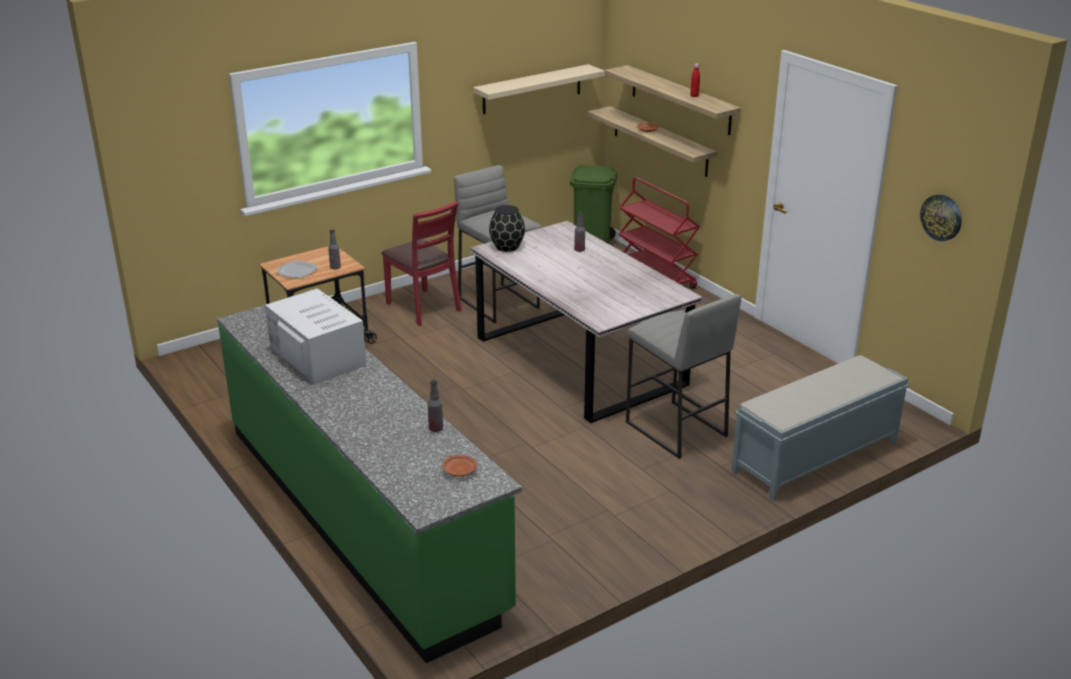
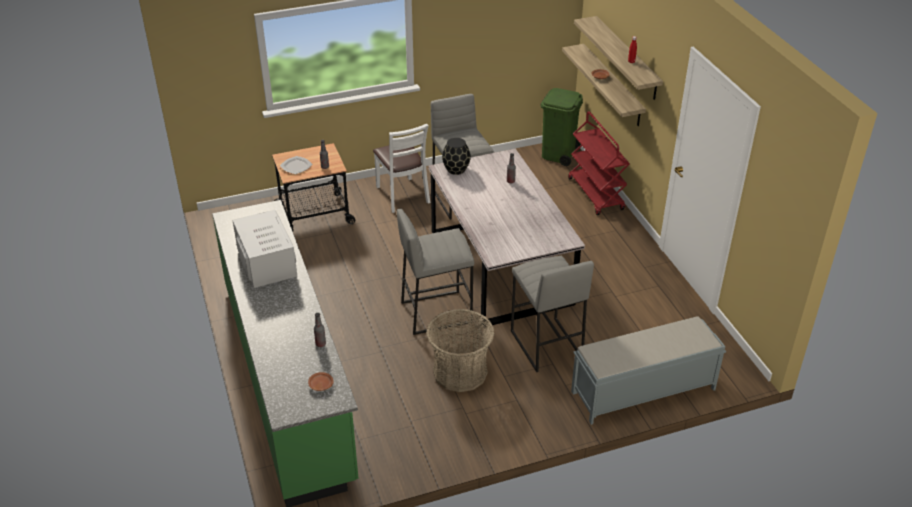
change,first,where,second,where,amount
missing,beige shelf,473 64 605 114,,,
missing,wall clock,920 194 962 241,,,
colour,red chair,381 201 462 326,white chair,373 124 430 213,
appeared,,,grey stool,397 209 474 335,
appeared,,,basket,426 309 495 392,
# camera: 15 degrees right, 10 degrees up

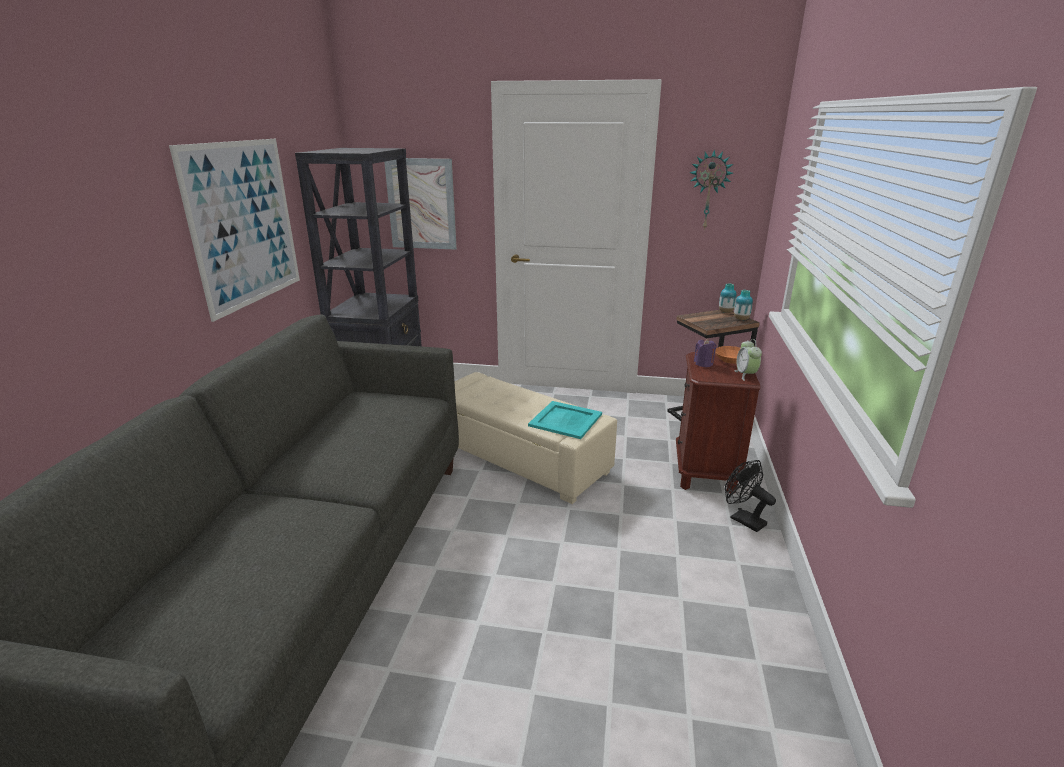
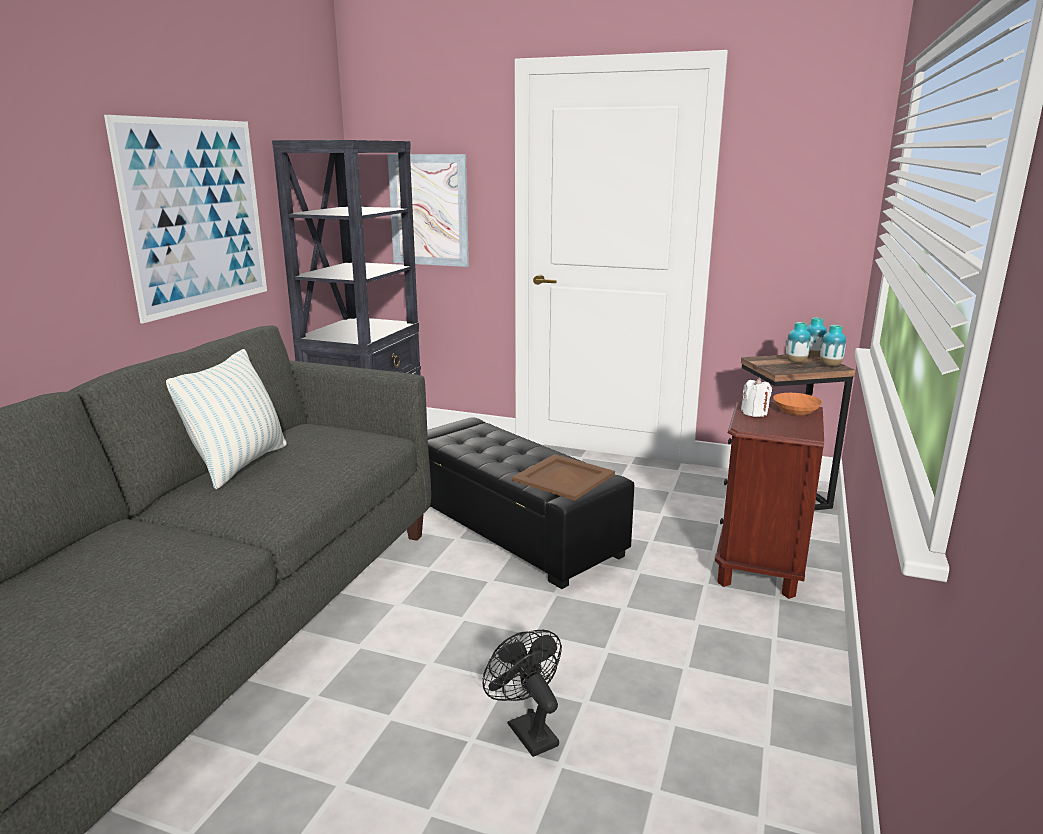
change,first,where,second,where,amount
missing,wall clock,689 149 733 231,,,
colour,purple candle,693 339 717 367,white candle,741 378 772 417,
missing,alarm clock,734 339 762 381,,,
colour,beige ottoman,454 372 617 504,black ottoman,427 417 634 589,
colour,turquoise tray,528 401 602 439,brown tray,512 454 615 501,
relocated,black fan,725 460 776 532,,482 630 562 757,
appeared,,,vase,786 322 811 363,
appeared,,,pillow,166 349 287 489,
# camera: 10 degrees right, 5 degrees down

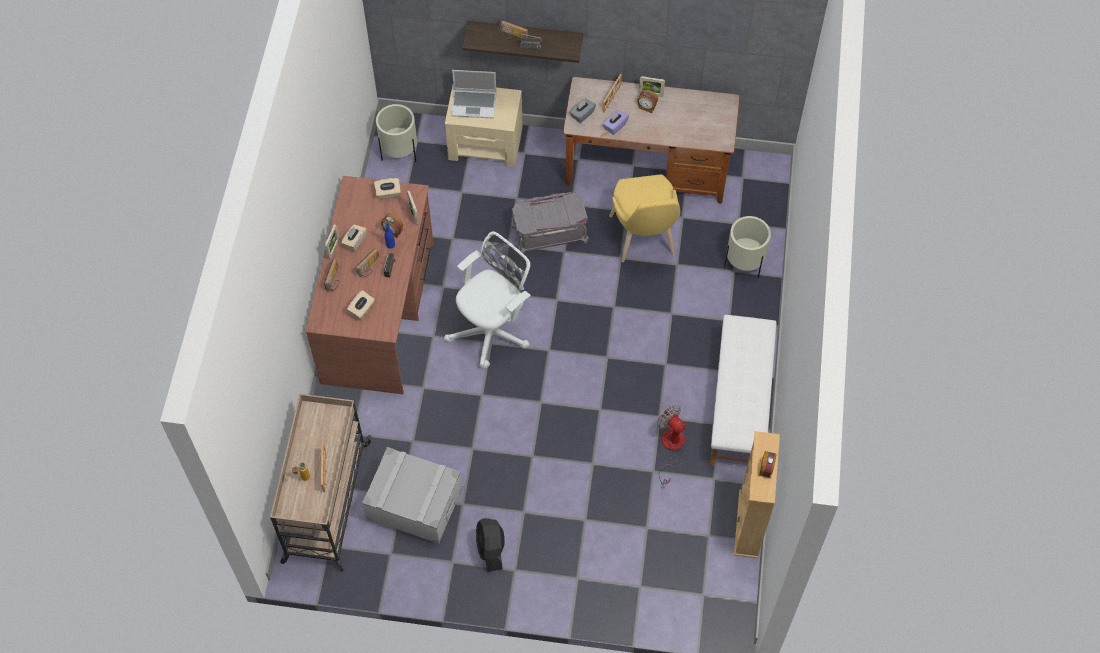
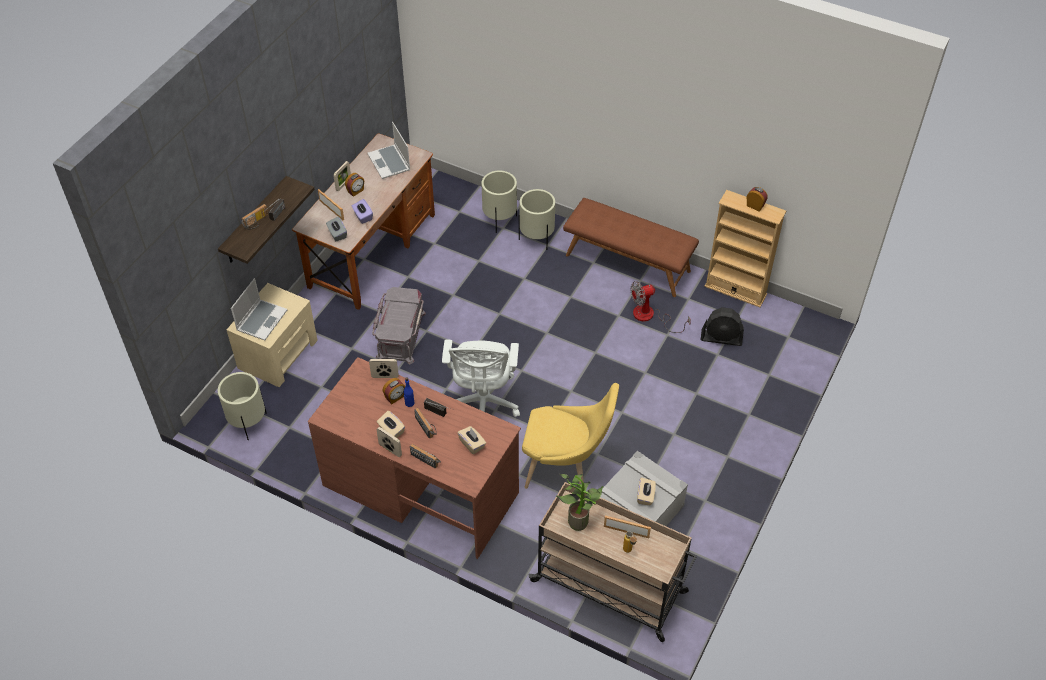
change,first,where,second,where,amount
relocated,yellow chair,609 174 680 263,,522 383 619 489,
relocated,beige tissue box,374 178 401 199,,637 477 656 505,
spun,white office chair,444 231 531 369,,442 339 520 417,150 degrees counterclockwise
colour,white bench,710 315 777 465,brown bench,563 198 699 297,
relocated,black fan,476 518 505 572,,701 307 744 346,
appeared,,,laptop,367 122 410 179,
appeared,,,beige planter,519 189 555 250,
appeared,,,potted plant,556 474 603 531,
# camera: 70 degrees left, 10 degrees down

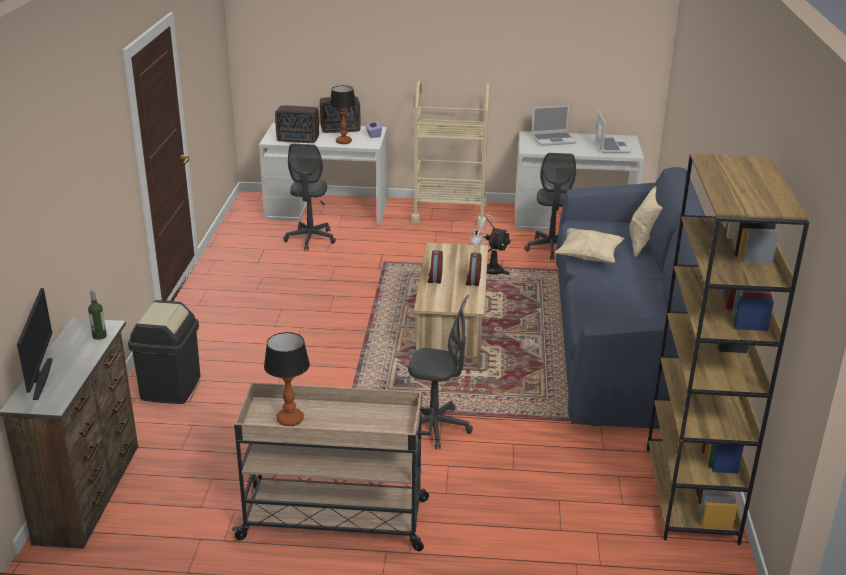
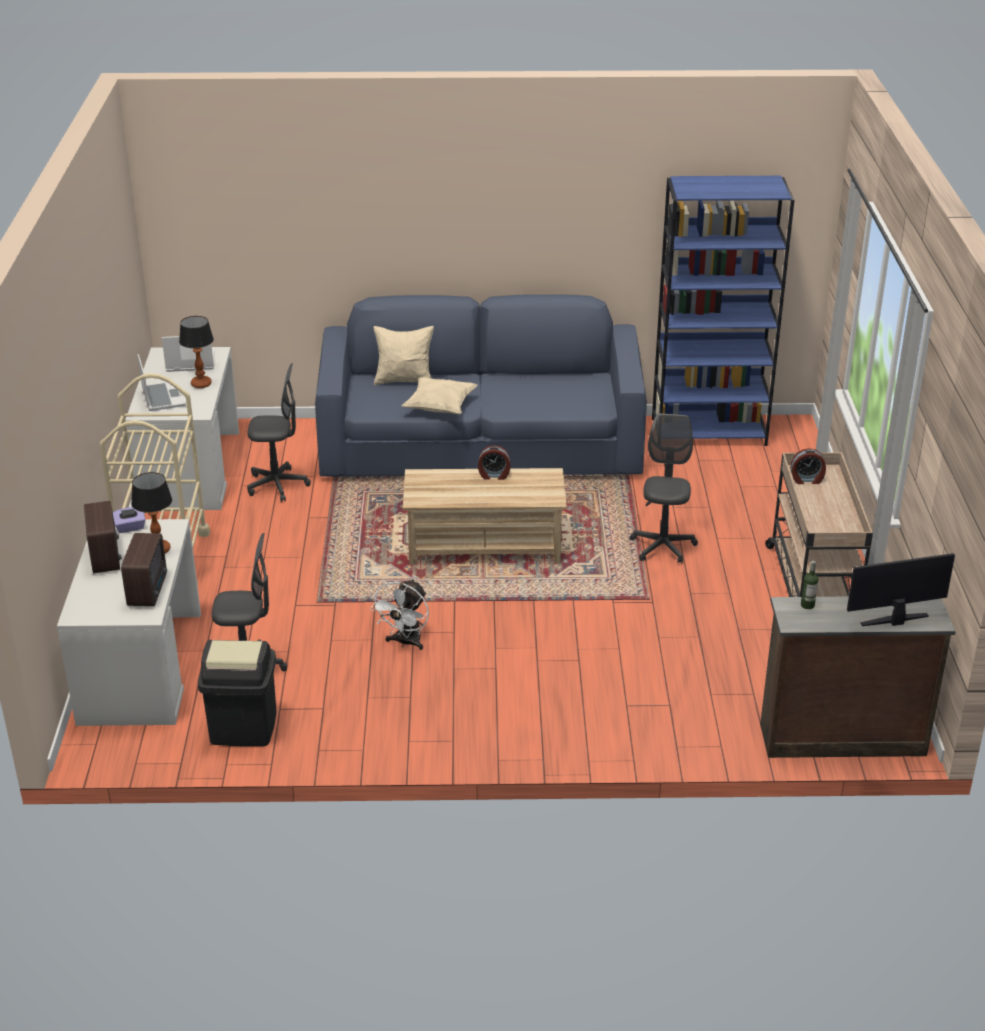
change,first,where,second,where,amount
colour,brown bookcase,647 154 809 545,blue bookcase,652 176 794 446,
relocated,white fan,468 213 511 275,,370 579 429 650,
relocated,alarm clock,428 250 443 283,,790 448 826 484,
relocated,black trash can,128 300 200 404,,198 640 277 746,
relocated,table lamp,264 332 310 426,,179 316 214 388,
# camera: 95 degrees left, 5 degrees up

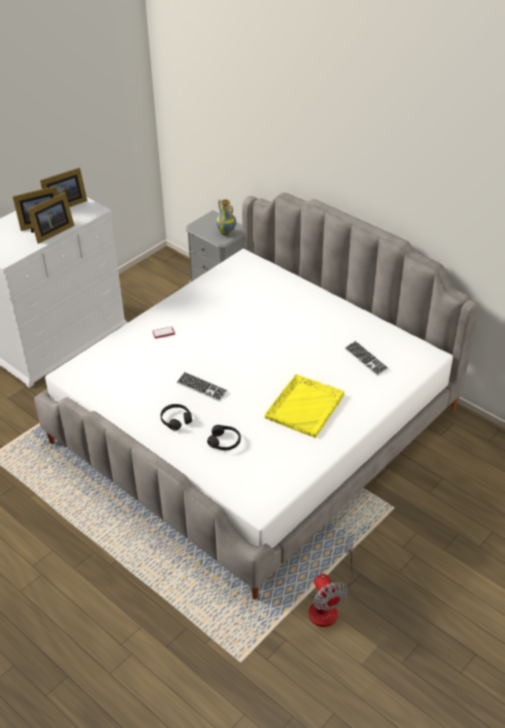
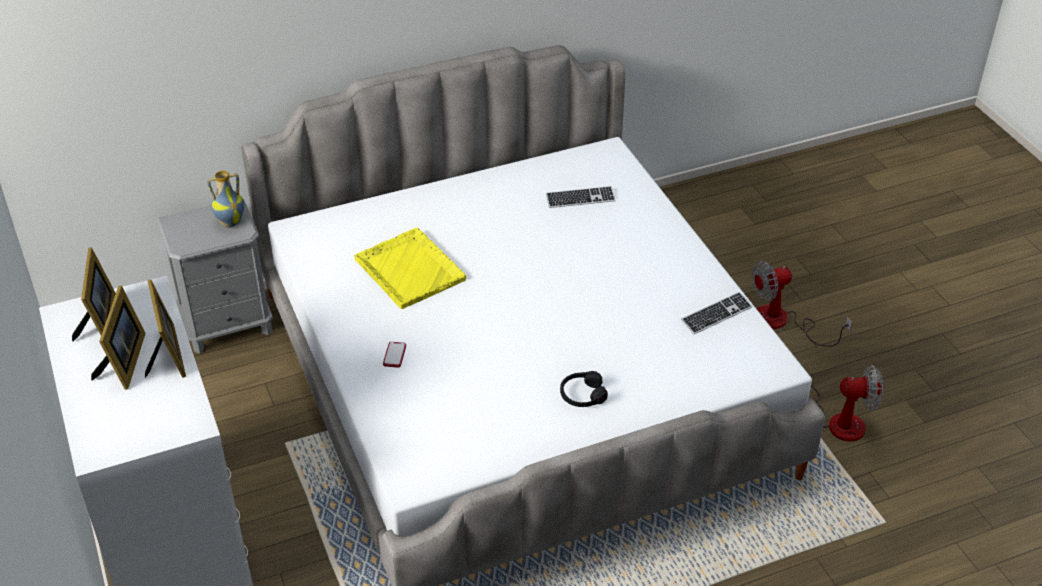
change,first,where,second,where,amount
relocated,keyboard,177 372 228 401,,681 292 752 334,
relocated,yellow tray,265 374 344 438,,354 228 466 309,
missing,black headphones,207 425 241 450,,,
appeared,,,fan,752 260 852 347,
# camera: 65 degrees left, 0 degrees up

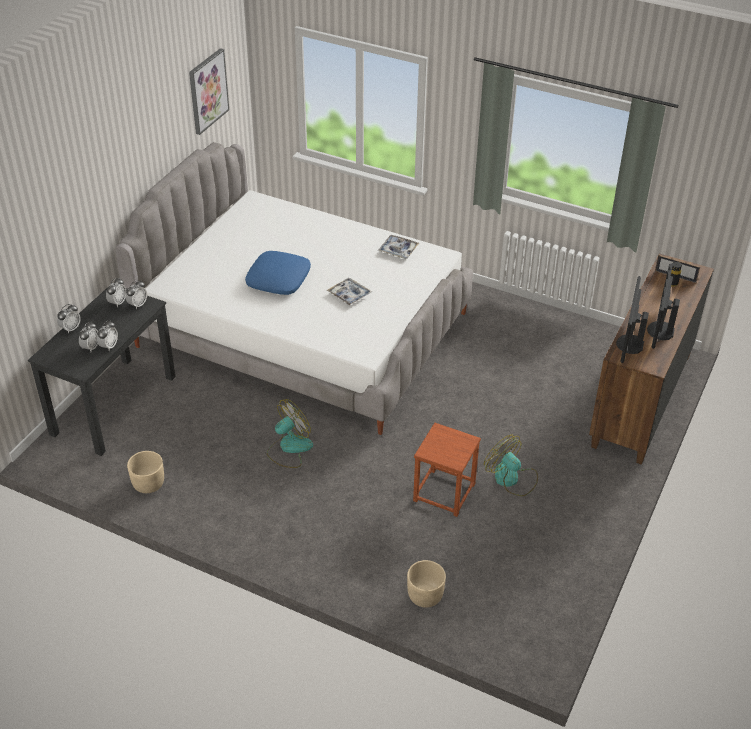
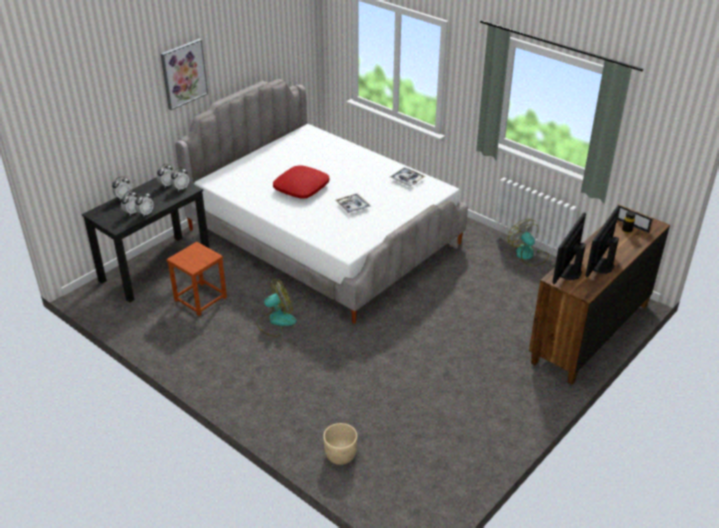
change,first,where,second,where,amount
relocated,picture,189 48 229 135,,161 39 208 110,
colour,blue pillow,245 251 311 295,red pillow,273 165 329 199,
relocated,brown stool,413 423 481 517,,166 242 227 316,
relocated,fan,484 434 538 496,,508 219 549 266,
missing,beige planter,127 451 164 493,,,
# camera: 15 degrees right, 5 degrees down

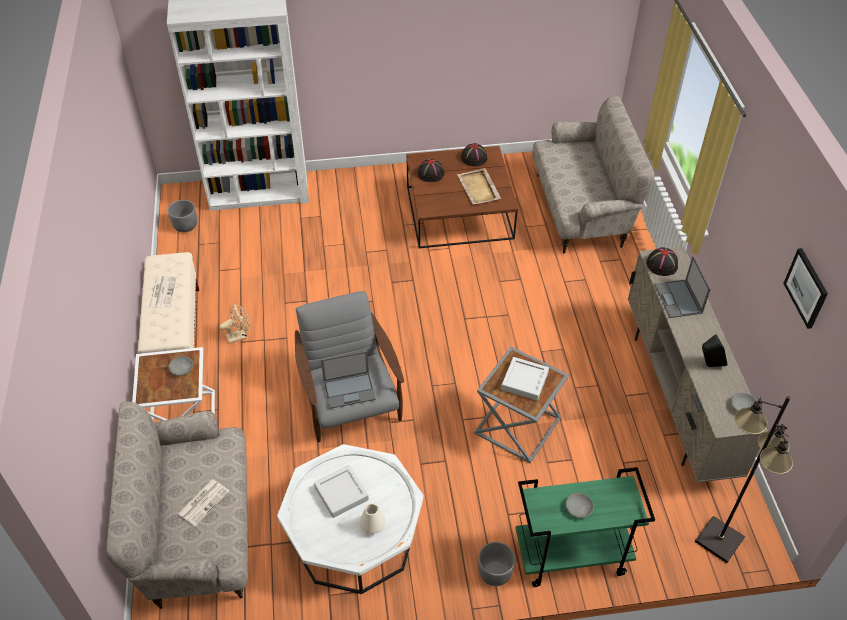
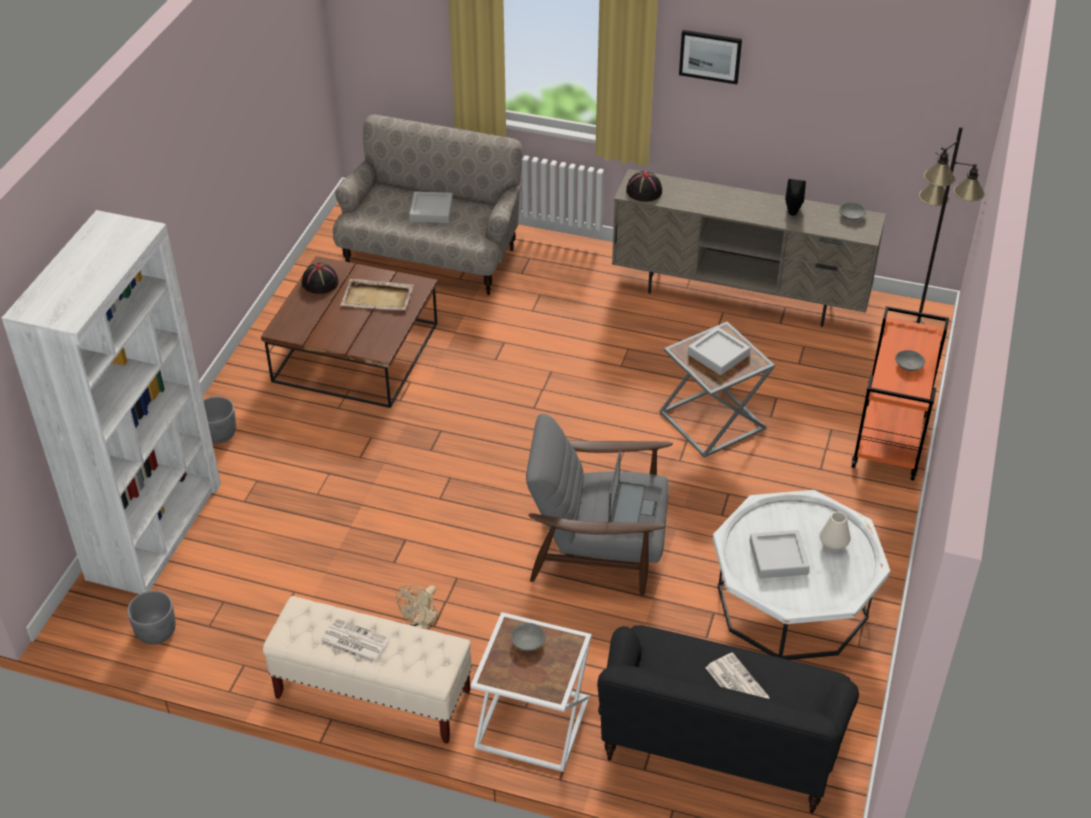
change,first,where,second,where,amount
missing,black hat,418 159 444 182,,,
relocated,picture,783 248 828 329,,679 30 742 84,
missing,laptop,654 256 711 318,,,
spun,beige fan,220 304 250 344,,396 585 438 629,150 degrees counterclockwise
colour,beige sofa,106 401 248 609,black sofa,597 625 859 813,
colour,green cart,515 467 655 587,orange cart,852 306 949 481,
relocated,grey planter,478 542 515 586,,203 396 236 444,
appeared,,,grey tray,409 192 453 223,
# camera: 65 degrees left, 5 degrees down

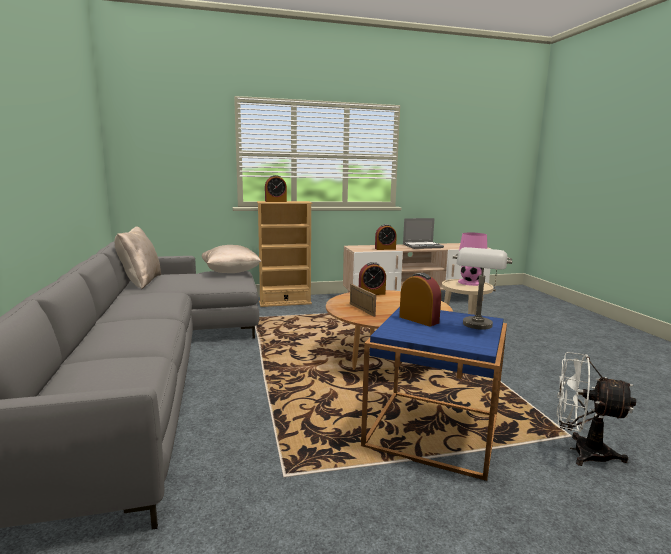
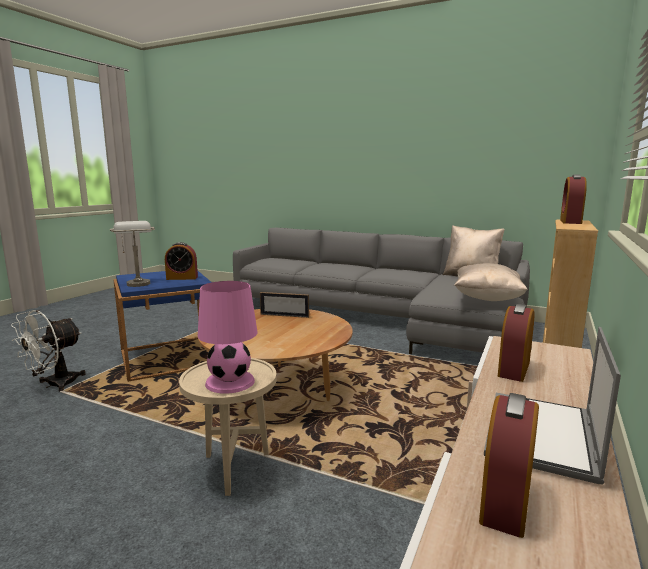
change,first,where,second,where,amount
relocated,alarm clock,359 262 386 295,,479 393 539 538,
spun,white fan,557 352 636 466,,11 310 86 392,150 degrees clockwise
# camera: 130 degrees right, 0 degrees up

